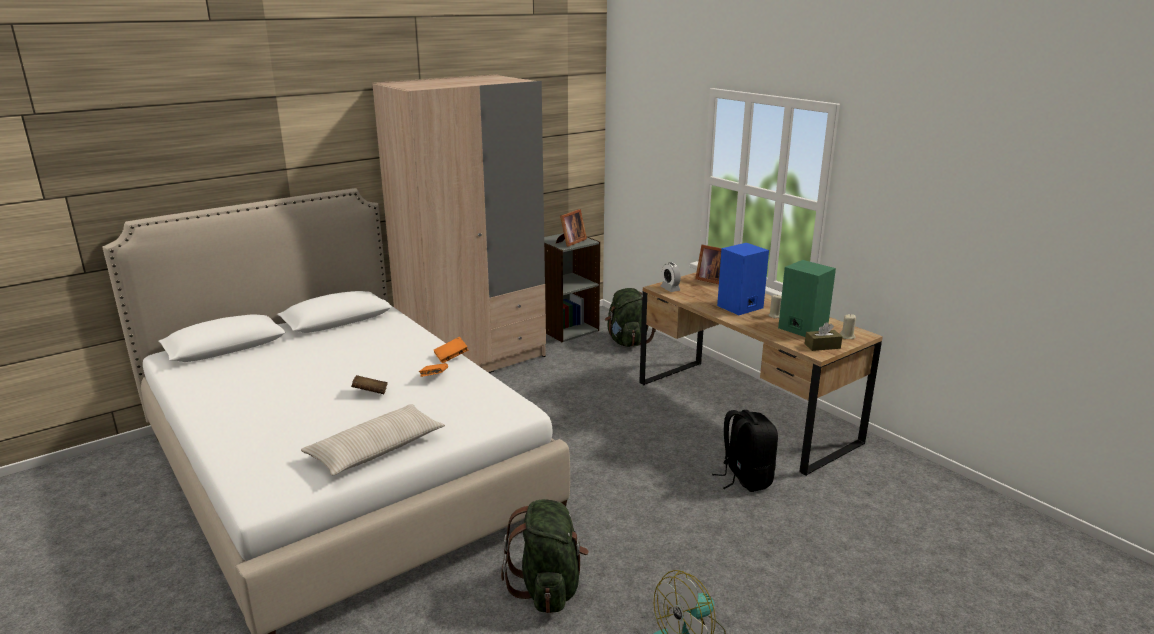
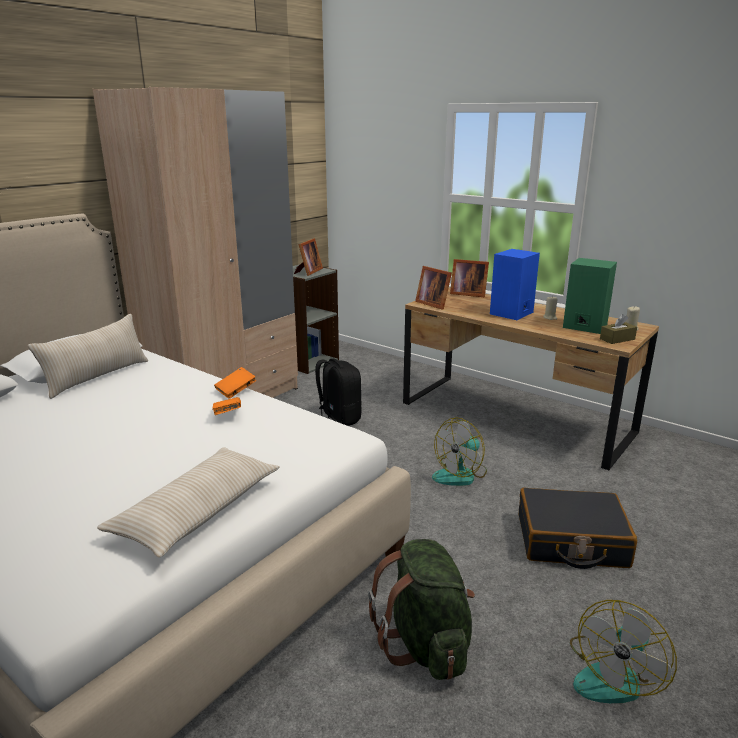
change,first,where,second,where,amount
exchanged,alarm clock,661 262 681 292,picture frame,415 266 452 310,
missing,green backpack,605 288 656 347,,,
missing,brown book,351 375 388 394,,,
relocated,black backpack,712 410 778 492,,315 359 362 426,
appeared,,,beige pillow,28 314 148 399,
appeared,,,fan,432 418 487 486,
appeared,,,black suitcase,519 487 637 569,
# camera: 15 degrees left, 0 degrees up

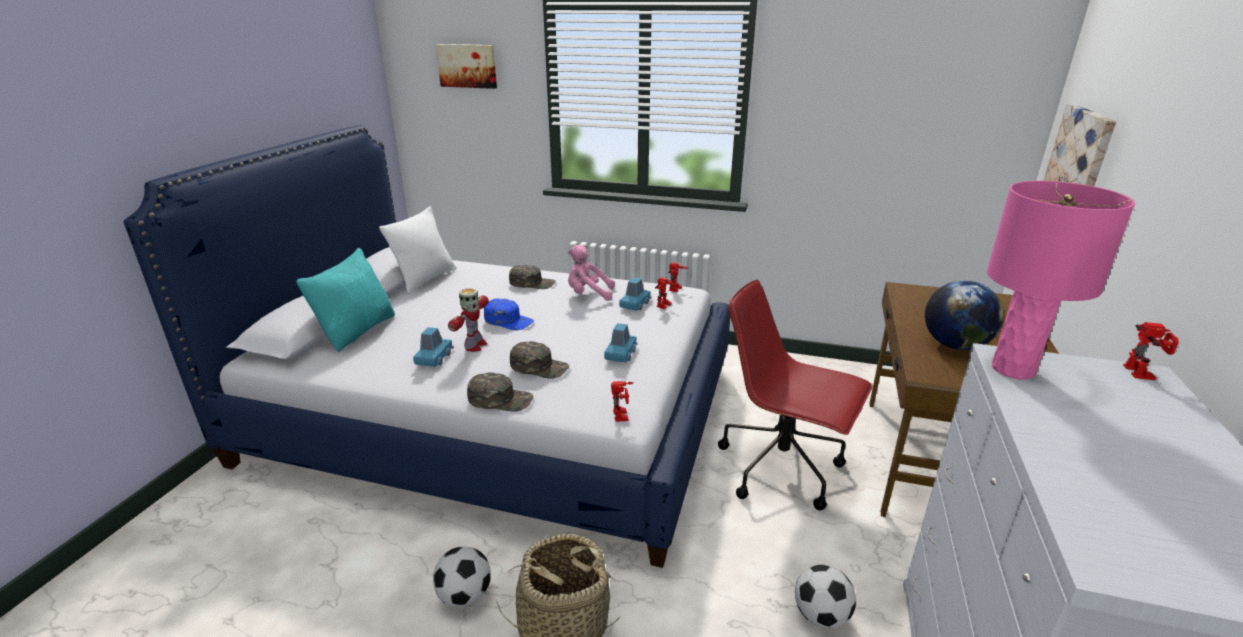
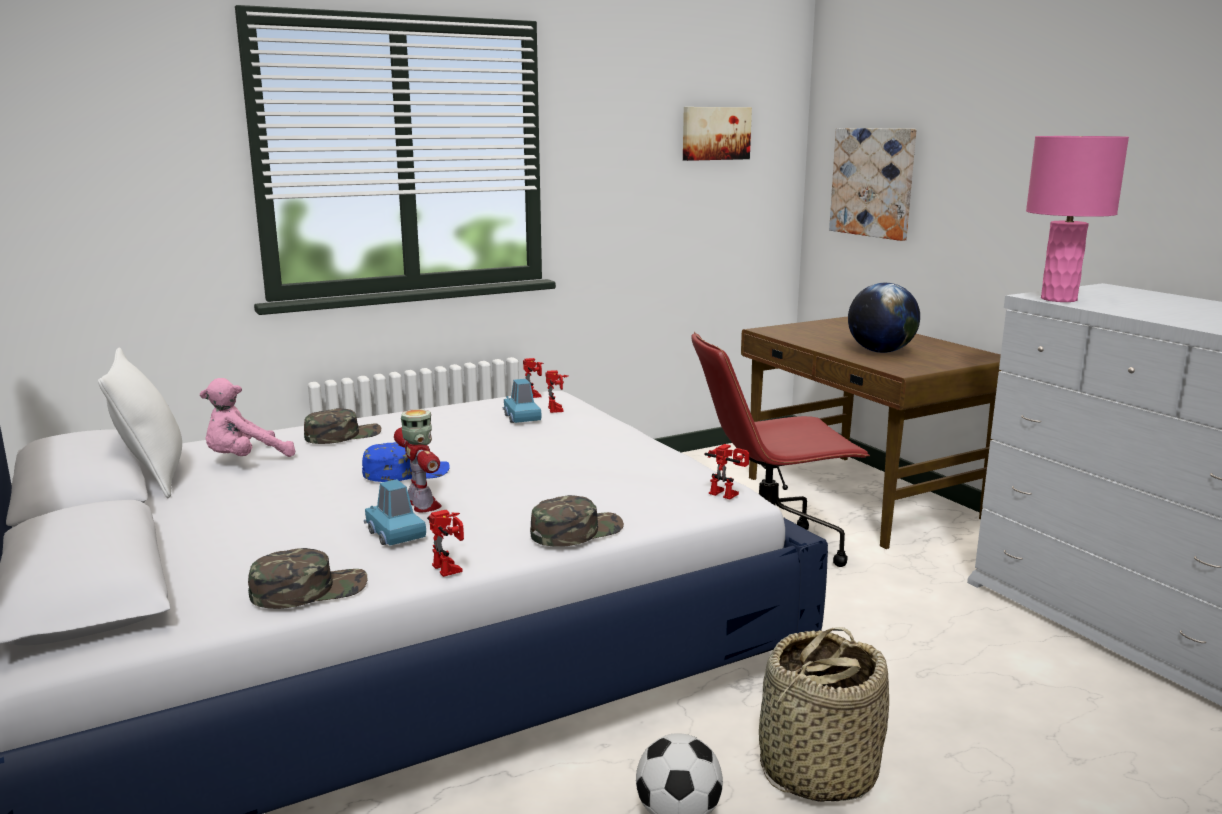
change,first,where,second,where,amount
relocated,picture,436 44 497 89,,683 107 752 161,
relocated,pink plush toy,568 245 615 301,,200 378 295 457,
missing,turquoise pillow,296 248 395 352,,,
relocated,toy robot,1123 322 1179 380,,427 510 464 577,
missing,blue toy car,604 323 638 363,,,
relocated,green cap,510 341 569 379,,248 548 367 609,
missing,football,795 565 856 629,,,
# camera: 45 degrees left, 10 degrees down

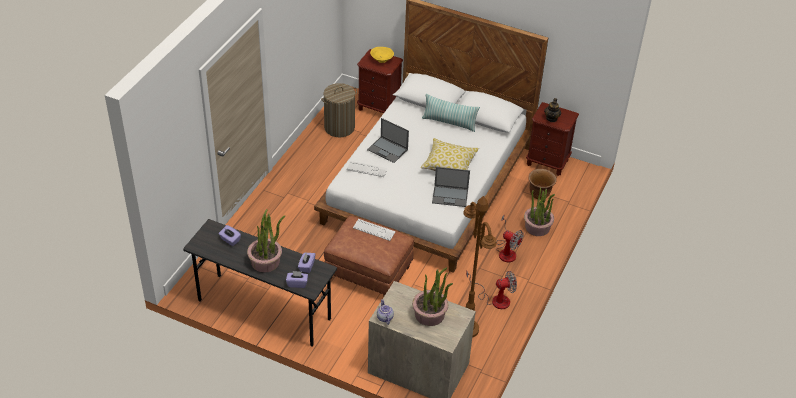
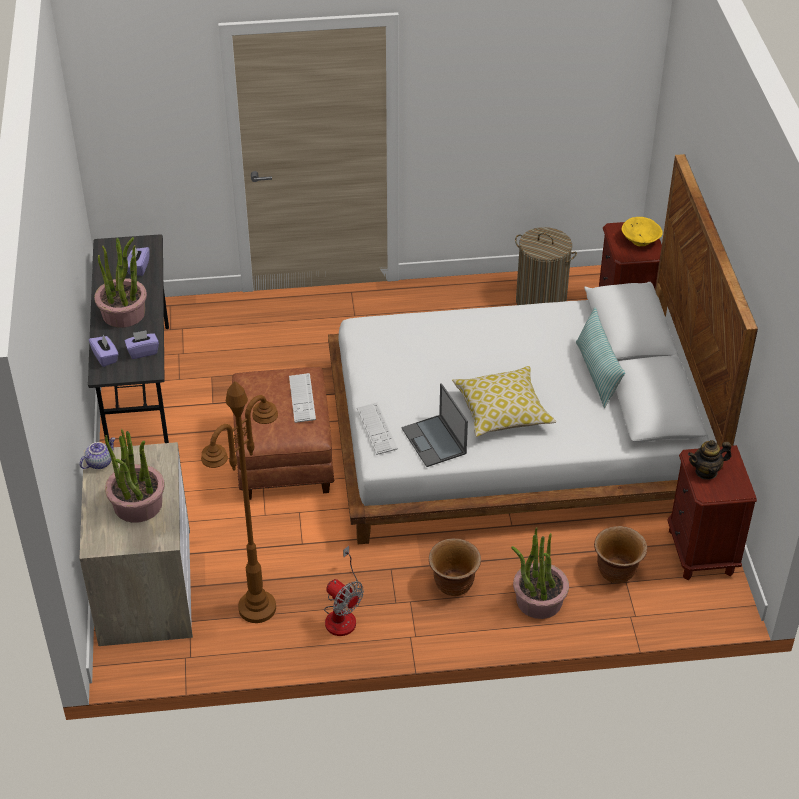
change,first,where,second,where,amount
missing,laptop,367 118 409 163,,,
relocated,keyboard,346 161 387 177,,357 402 398 455,
exchanged,fan,496 215 524 263,brown planter,429 538 481 596,
# camera: 60 degrees right, 0 degrees up

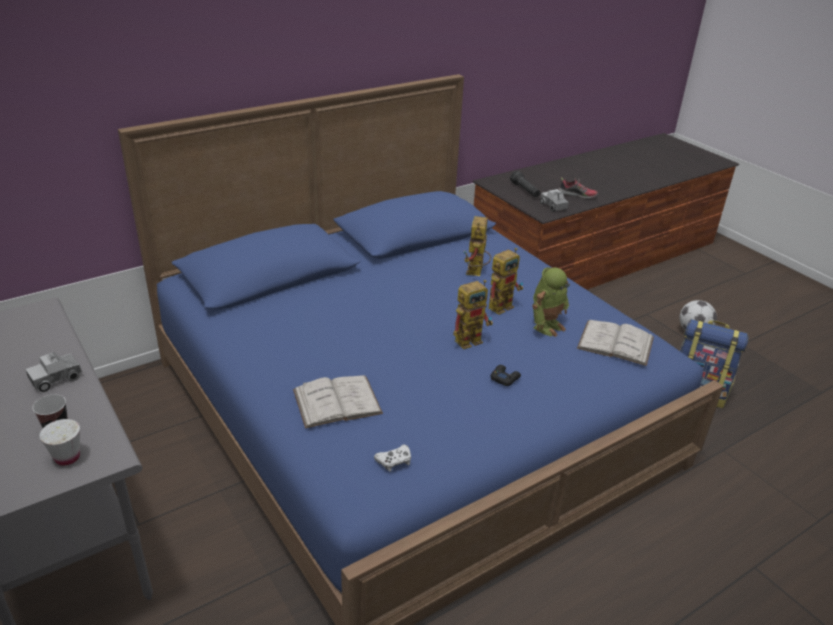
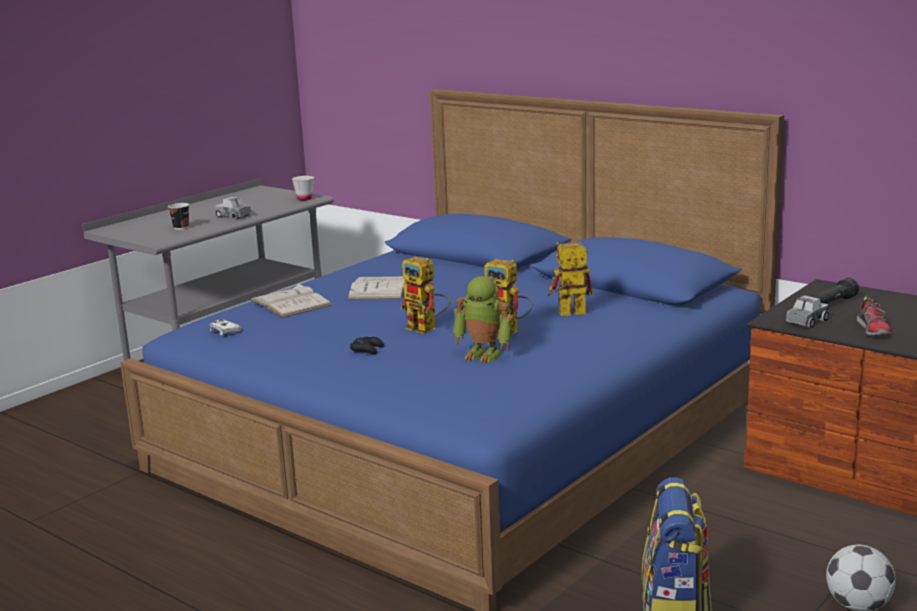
change,first,where,second,where,amount
relocated,white book,577 320 654 366,,347 276 405 300,
relocated,white cup,39 419 80 466,,292 176 314 201,
# camera: 75 degrees right, 15 degrees down

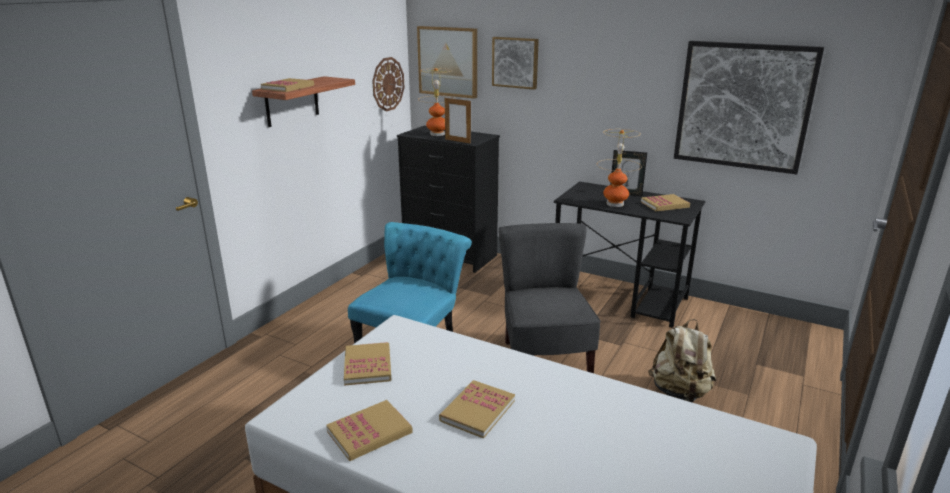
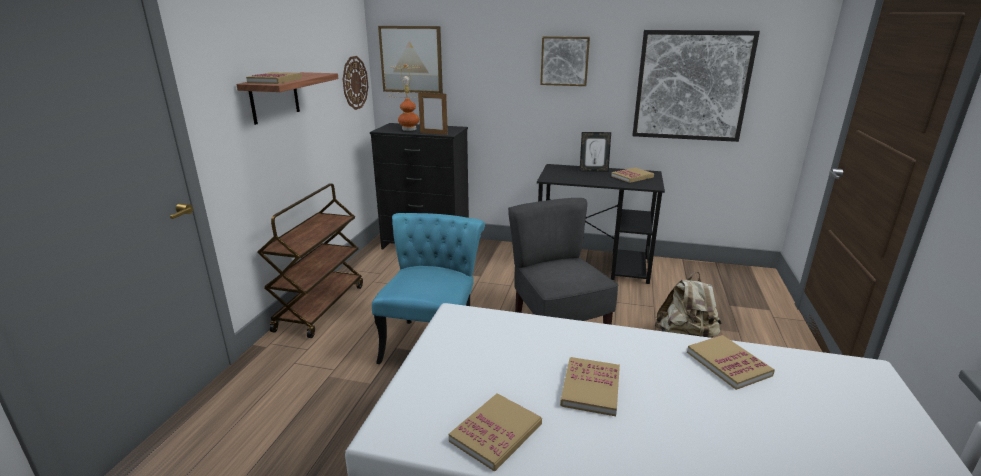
change,first,where,second,where,amount
relocated,picture,492 37 539 90,,540 36 590 86,
missing,table lamp,597 129 642 207,,,
relocated,book,344 342 391 386,,687 335 775 390,
appeared,,,brown cart,257 184 363 338,
# camera: 15 degrees left, 0 degrees up

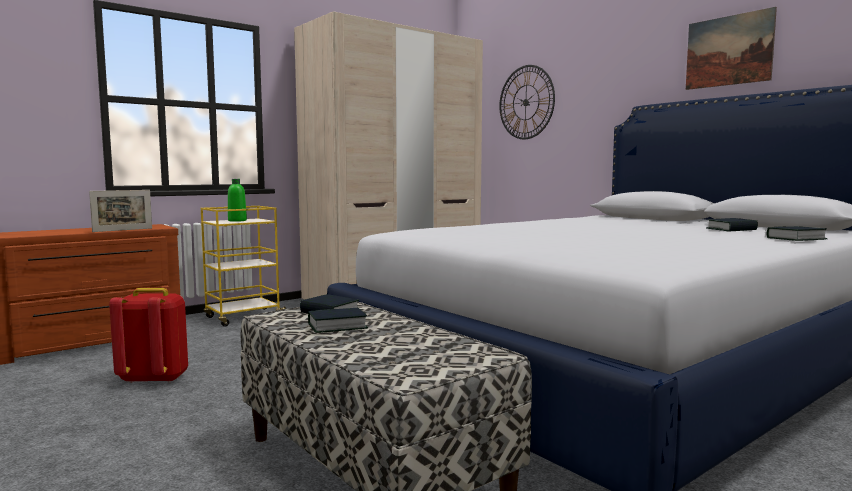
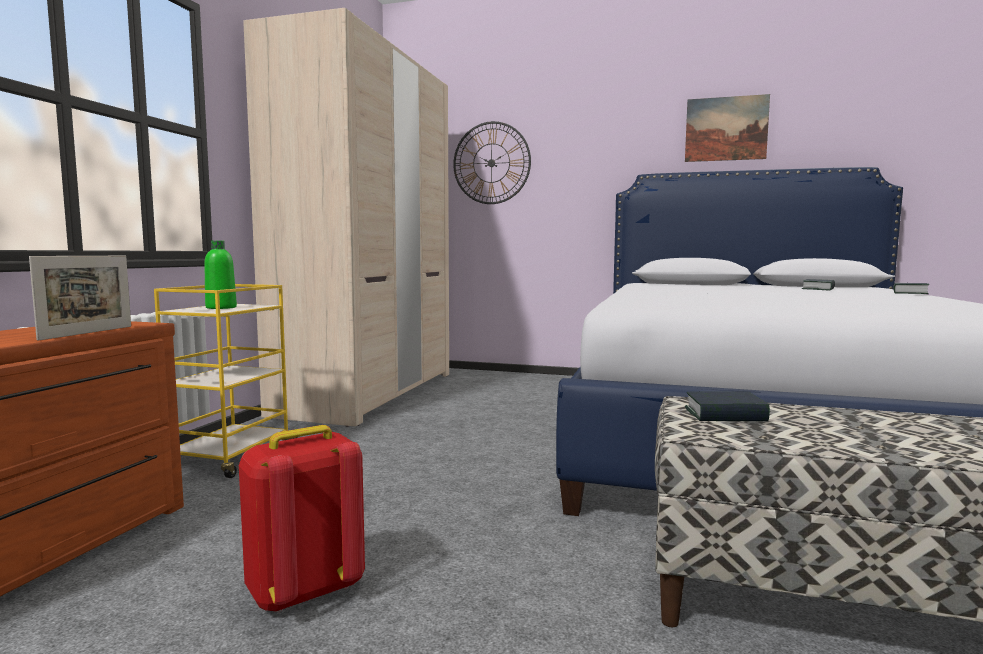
change,first,where,second,where,amount
missing,book,308 308 368 333,,,
# camera: 35 degrees left, 0 degrees up

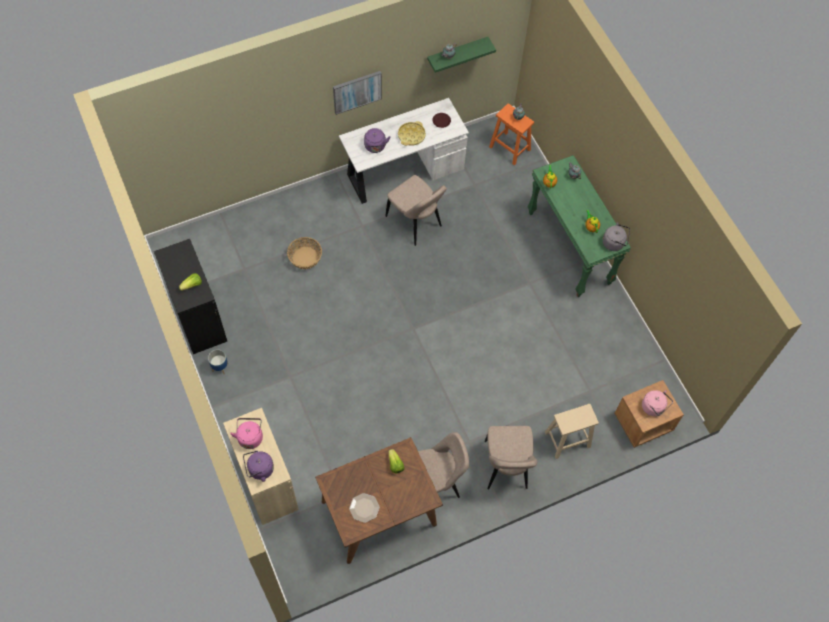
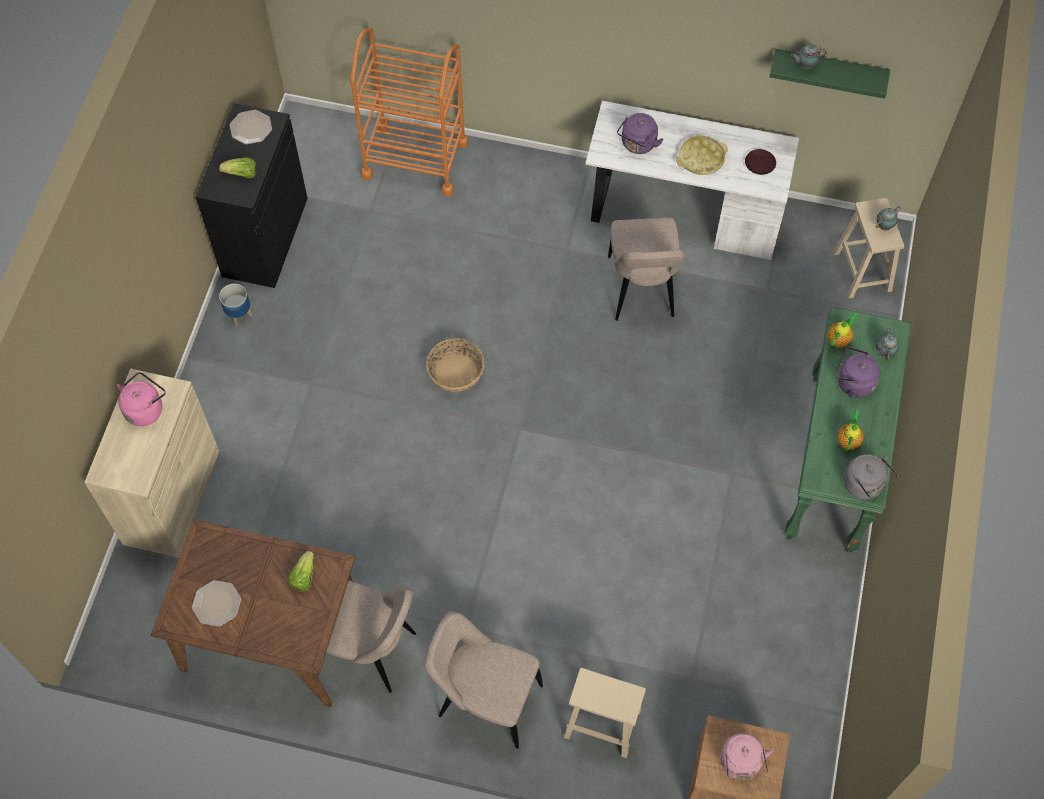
change,first,where,second,where,amount
missing,picture,333 71 382 115,,,
colour,orange stool,489 103 534 165,beige stool,833 198 904 298,
relocated,basket,287 237 322 269,,426 338 485 392,
spun,beige chair,485 426 537 489,,425 611 543 749,75 degrees clockwise
relocated,purple kettle,243 451 274 482,,836 347 880 398,
appeared,,,orange cart,350 28 468 197,
appeared,,,plate,230 110 272 145,
# camera: 40 degrees right, 0 degrees up

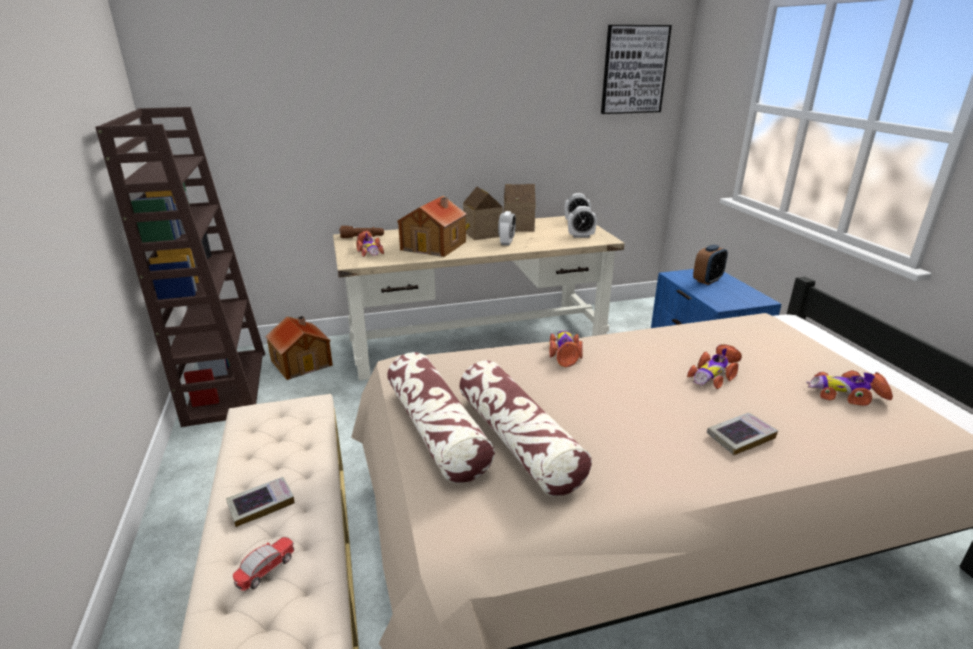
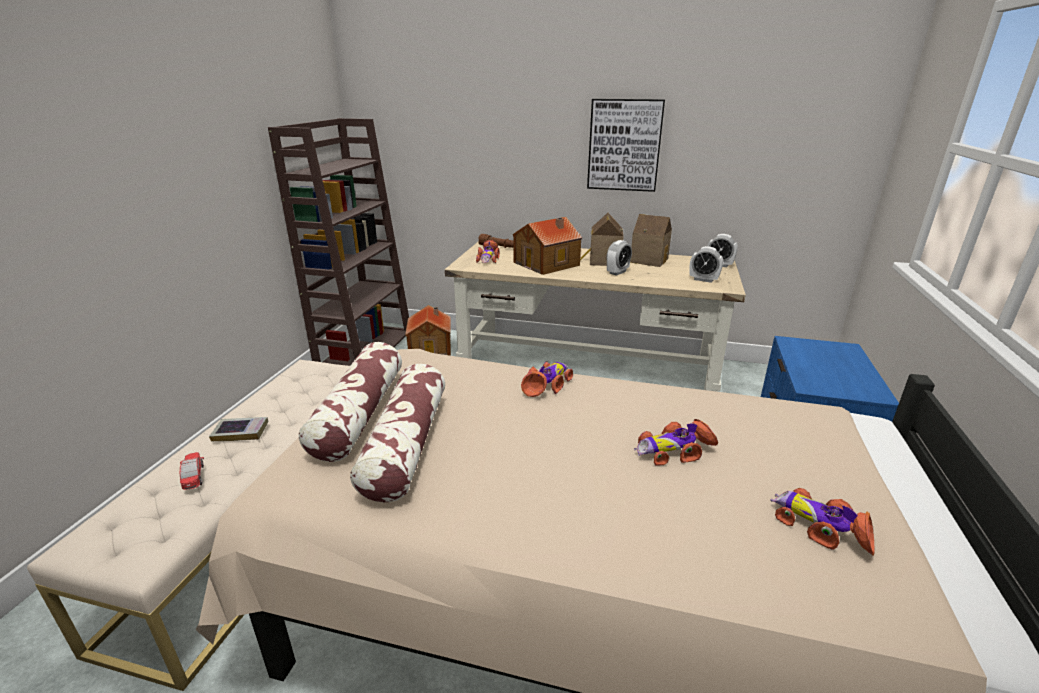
change,first,where,second,where,amount
relocated,picture,601 25 672 114,,587 99 665 192,
missing,alarm clock,693 245 728 285,,,
missing,book,707 413 778 455,,,
spun,toy car,233 537 294 591,,180 452 204 490,90 degrees counterclockwise
# camera: 30 degrees right, 0 degrees up

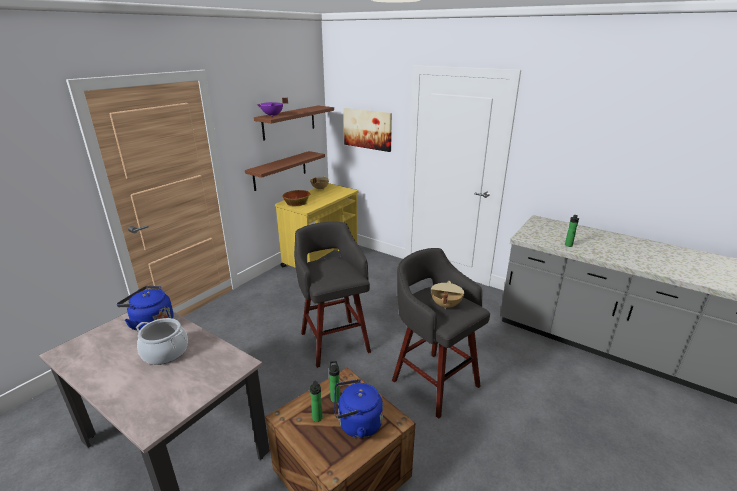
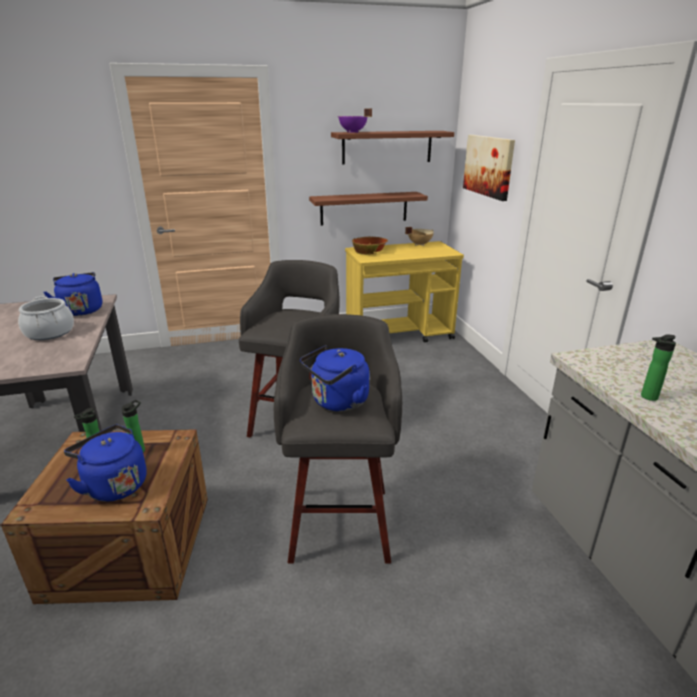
change,first,where,second,where,amount
exchanged,beige cooking pot,431 281 464 309,blue kettle,300 345 369 411,
# camera: 40 degrees right, 0 degrees up

